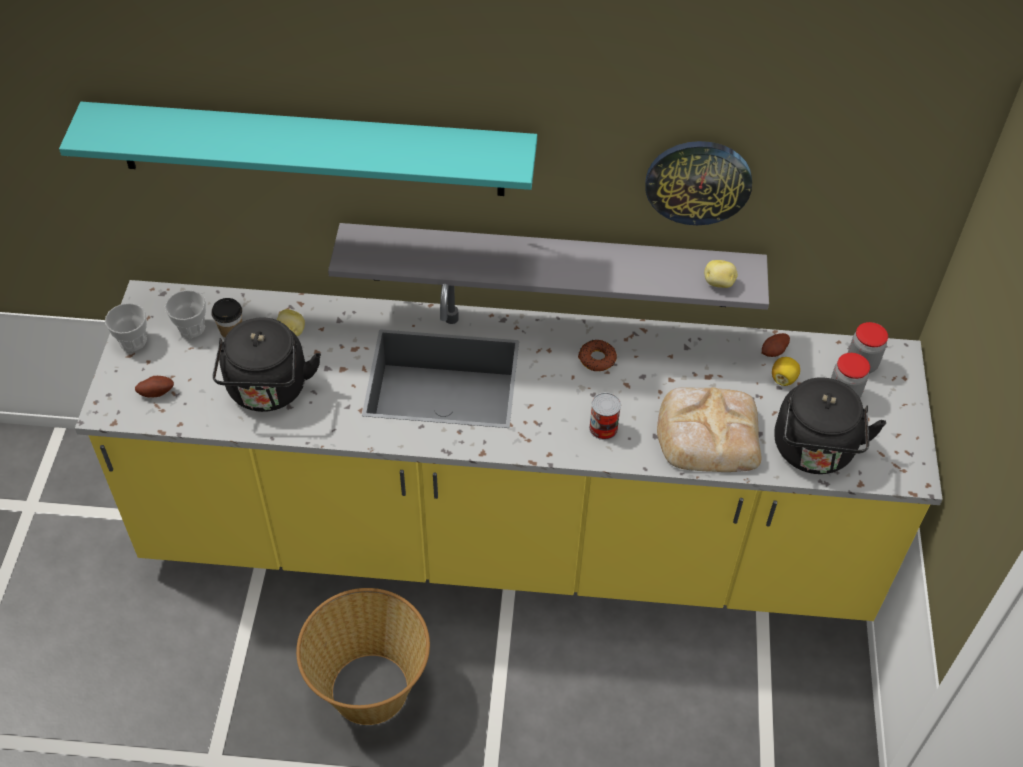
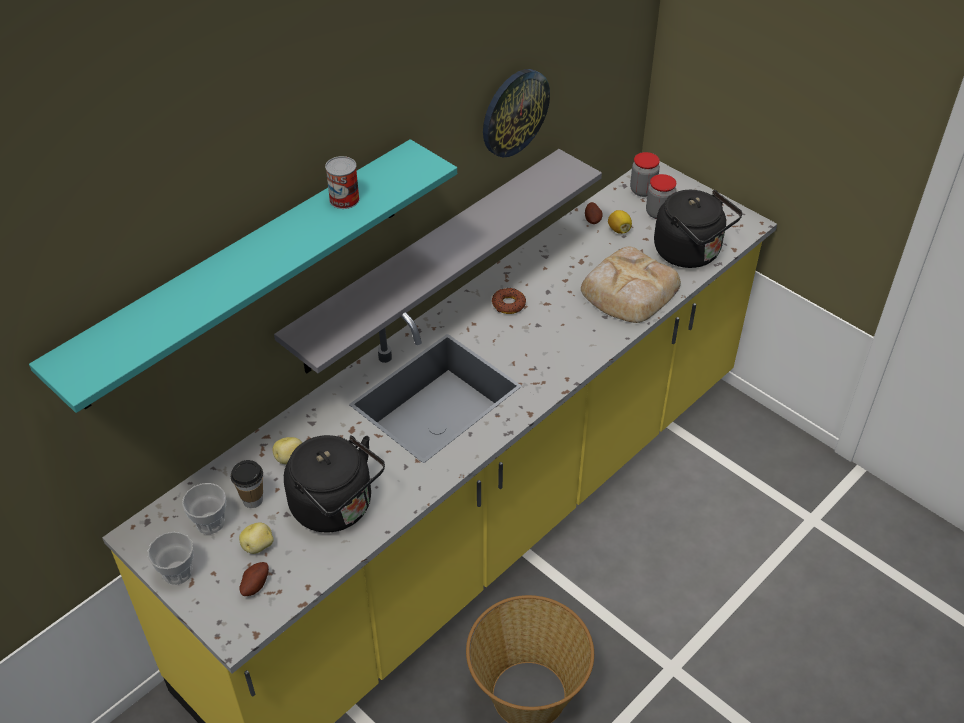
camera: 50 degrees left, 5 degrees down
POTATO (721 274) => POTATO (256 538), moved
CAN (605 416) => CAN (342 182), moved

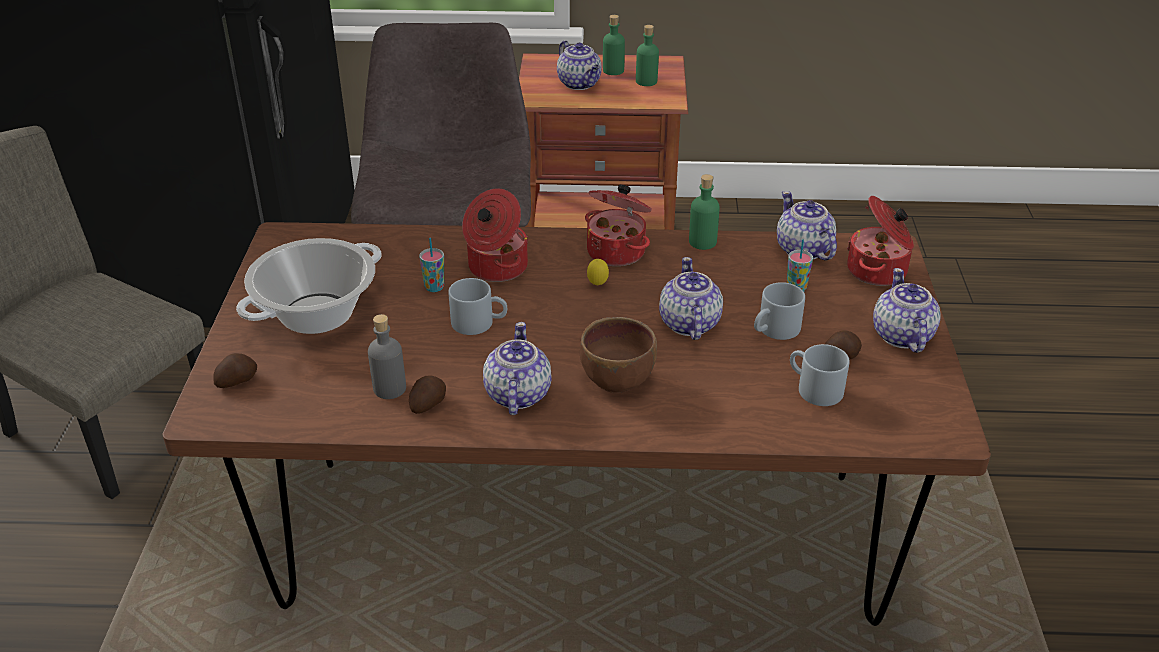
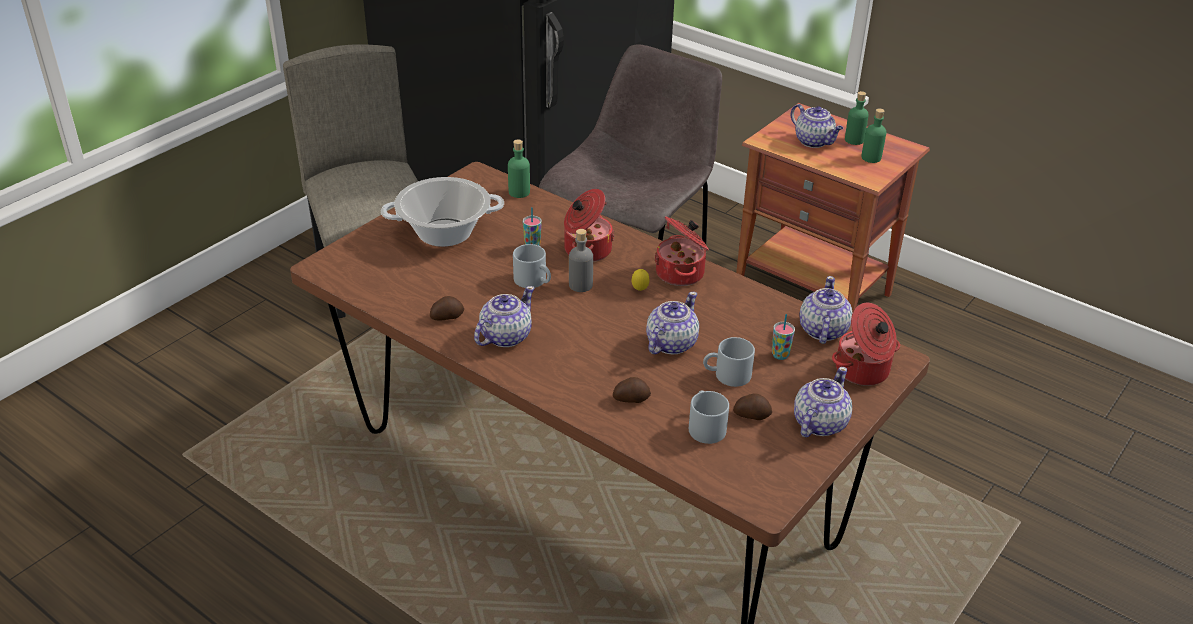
camera: 35 degrees right, 0 degrees up
GREEN BOTTLE (704 212) => GREEN BOTTLE (519 168), moved
GREY BOTTLE (387 356) => GREY BOTTLE (581 260), moved
POTATO (235 370) => POTATO (632 390), moved
TEAPOT (579 65) => TEAPOT (817 126), 45 degrees counterclockwise
BROWN BOWL (618 355) => nothing

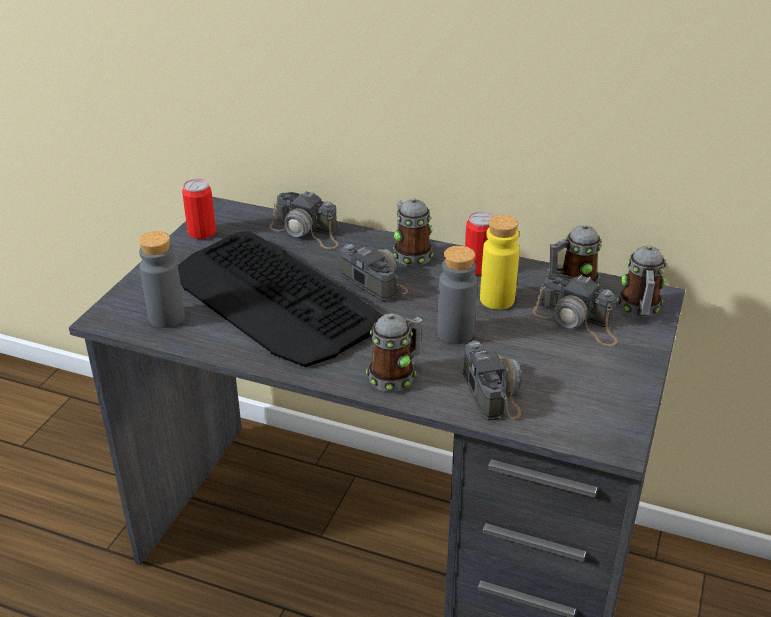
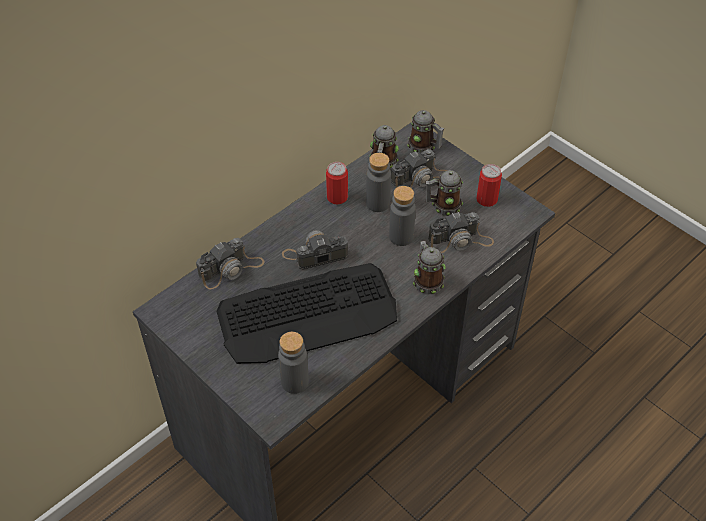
camera: 65 degrees left, 15 degrees up
YELLOW BOTTLE (500 262) => GREY BOTTLE (378 182)
MUG (413 232) => MUG (444 193), moved
PHOTO CAMERA (492 380) => PHOTO CAMERA (461 232), 150 degrees clockwise
CAN (199 209) => CAN (489 185), moved

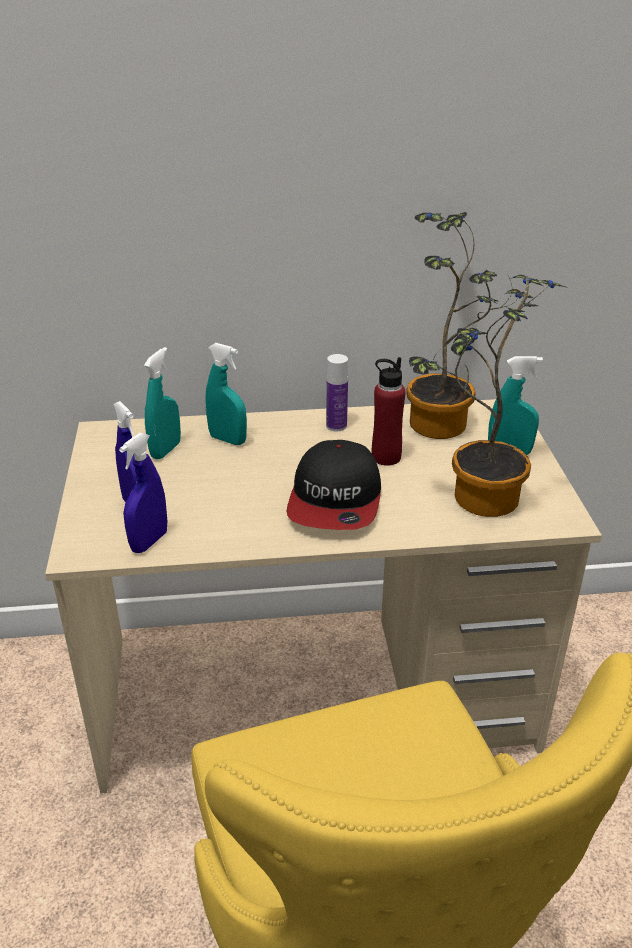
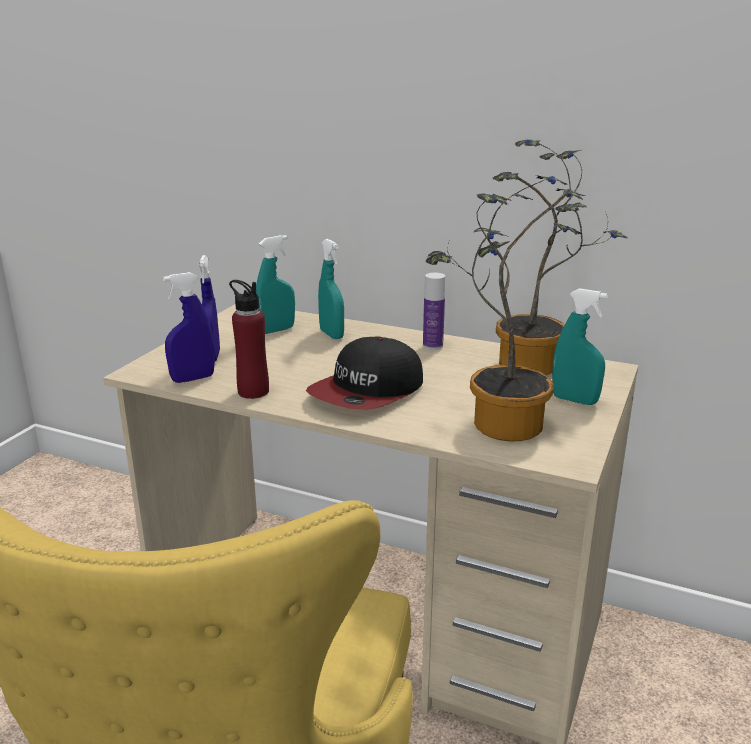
camera: 30 degrees right, 10 degrees down
RED BOTTLE (389 411) => RED BOTTLE (249 339), moved

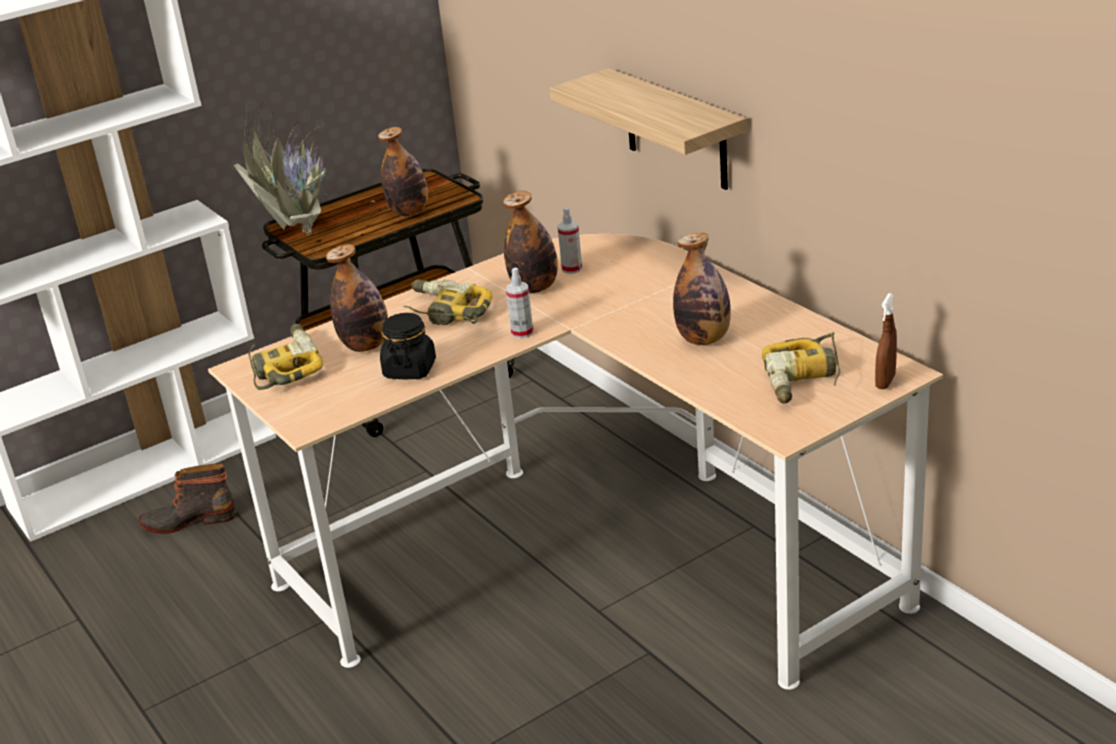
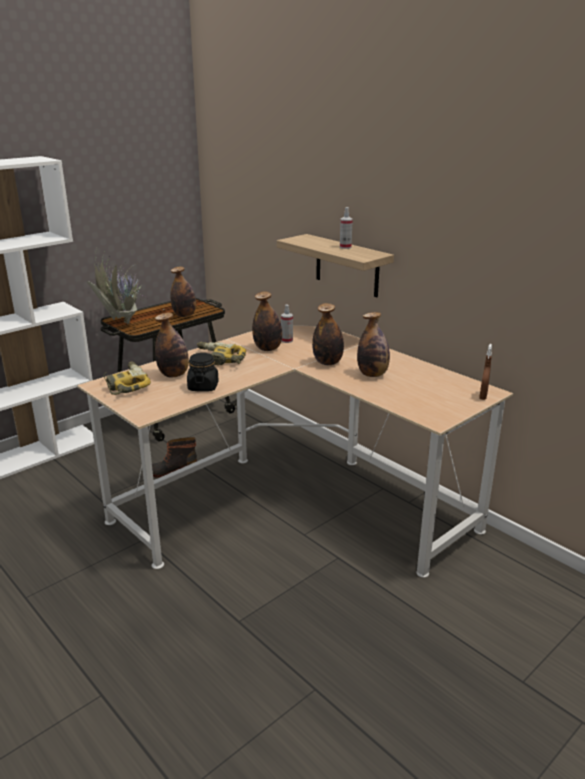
camera: 10 degrees left, 5 degrees down
BOOT (188 499) => BOOT (174 457), moved
nothing => BOTTLE (328 334)
SPRAY BOTTLE (519 303) => SPRAY BOTTLE (346 228), moved
POWER DRILL (801 367) => nothing

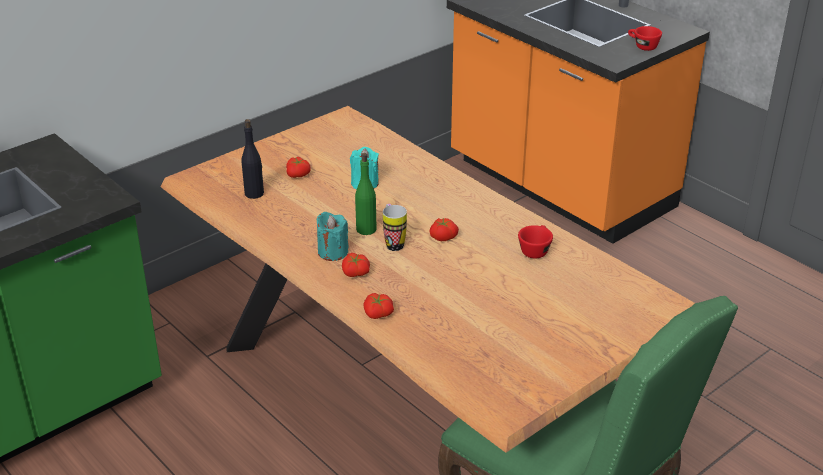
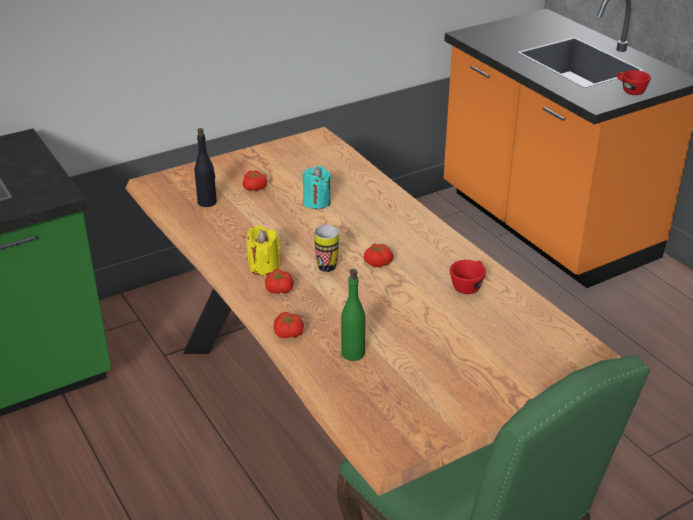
camera: 10 degrees right, 0 degrees up
TURQUOISE CANDLE (332 236) => YELLOW CANDLE (263 250)
GREEN BOTTLE (366 194) => GREEN BOTTLE (353 315), moved

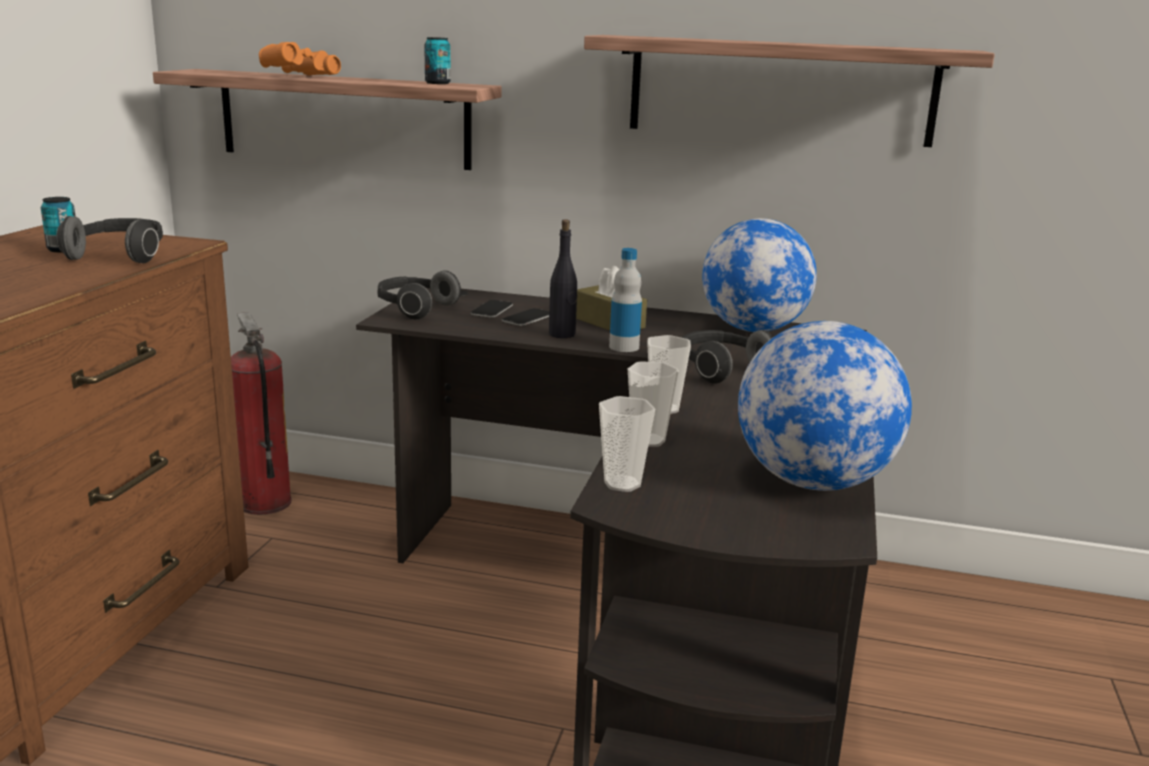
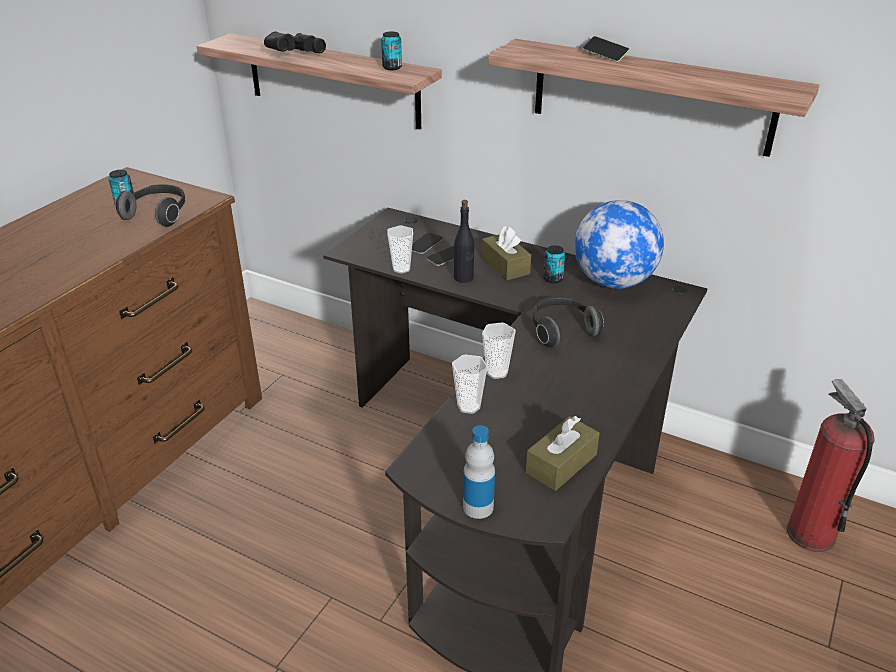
camera: 15 degrees right, 15 degrees up
ORANGE BINOCULARS (300 59) => BLACK BINOCULARS (295 42)
CUP (627 444) => CUP (400 249), moved
BOTTLE (625 300) => BOTTLE (479 472), moved
GLOBE (825 406) => BROWN TISSUE BOX (563 453)
nothing => CAN (554 264)
nothing => PHONE (606 49)
FIRE EXTINGUISHER (261 413) => FIRE EXTINGUISHER (831 465), moved
HEADPHONES (419 294) => nothing

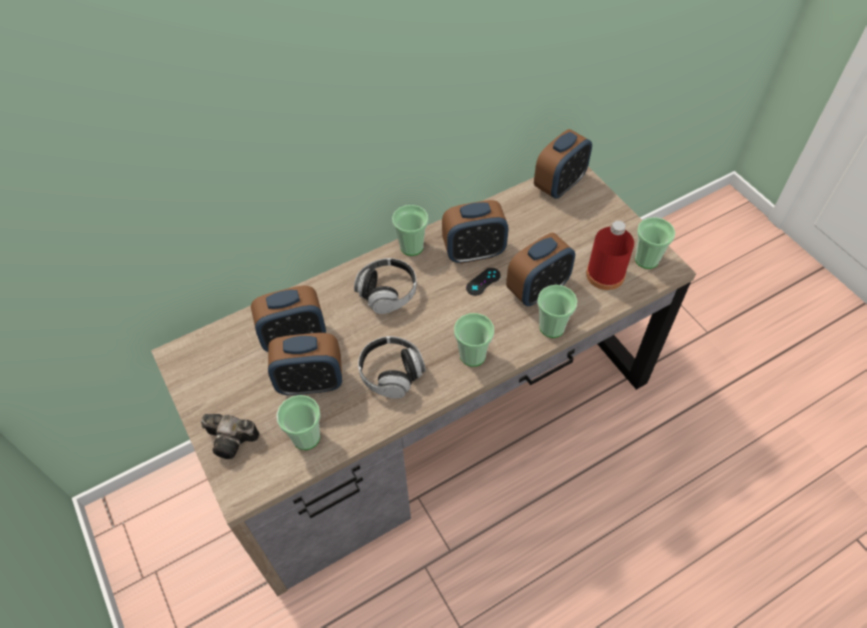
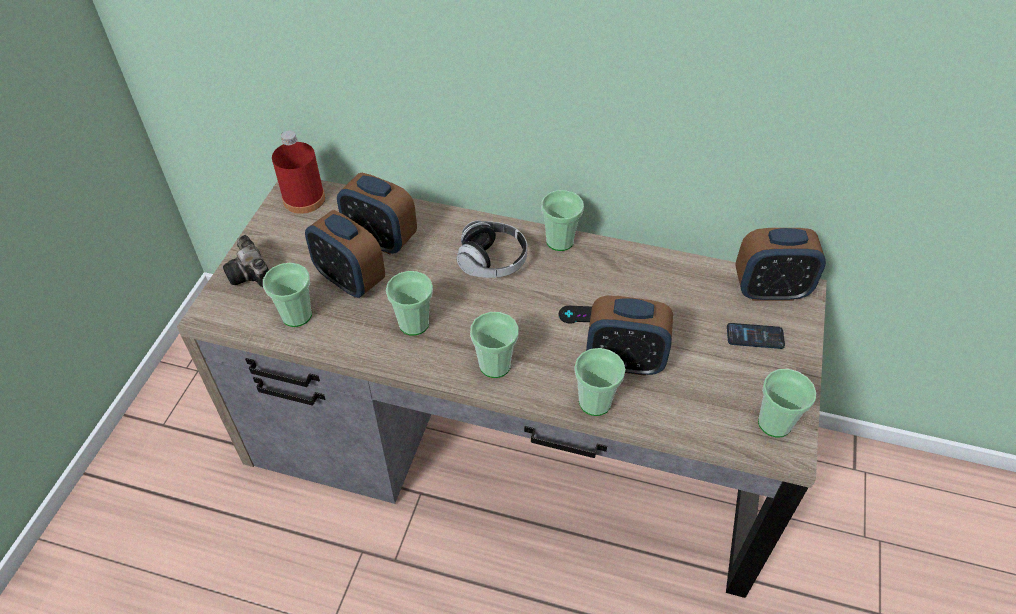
camera: 45 degrees right, 5 degrees down
RED BOTTLE (610 255) => RED BOTTLE (298 172), moved
HEADPHONES (392 367) => CUP (409 303)
nothing => PHONE (756 336)
ALARM CLOCK (475 232) => nothing

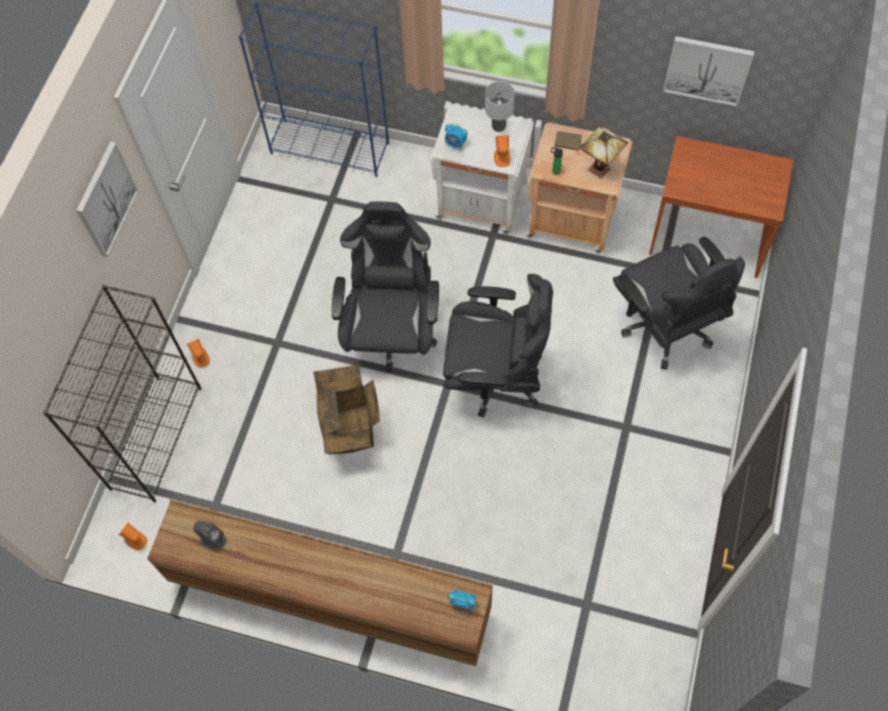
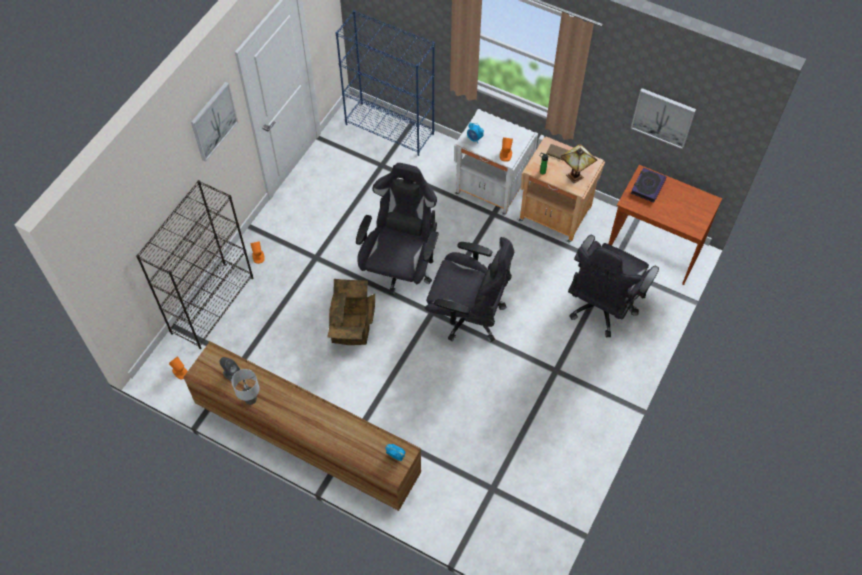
camera: 10 degrees right, 5 degrees down
WHITE TABLE LAMP (500 106) => WHITE TABLE LAMP (245 387), moved
BLACK OFFICE CHAIR (679 303) => BLACK OFFICE CHAIR (613 286), 45 degrees clockwise
nothing => BOOK (648 185)

